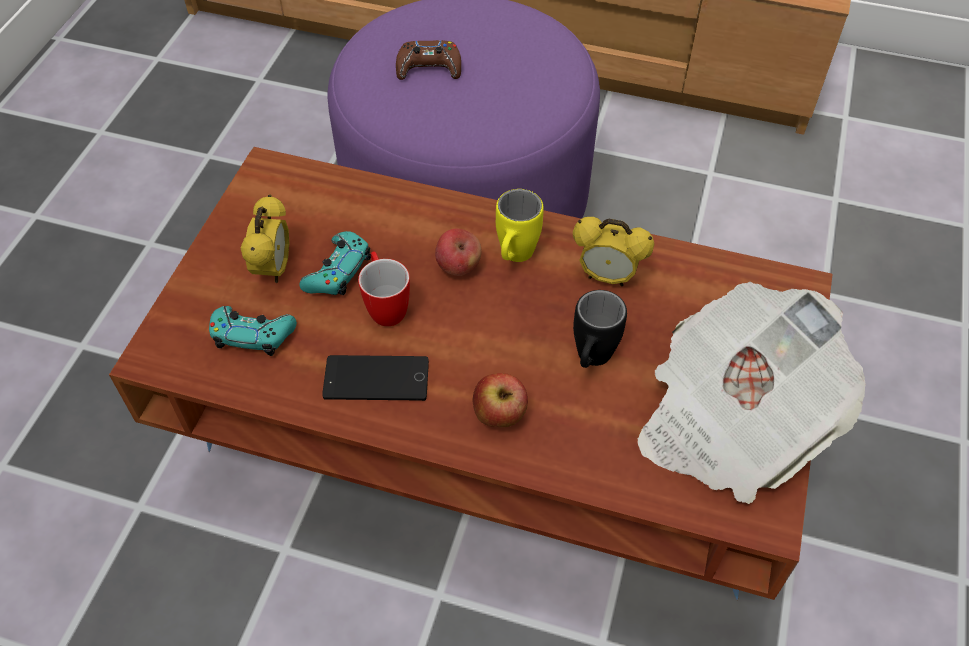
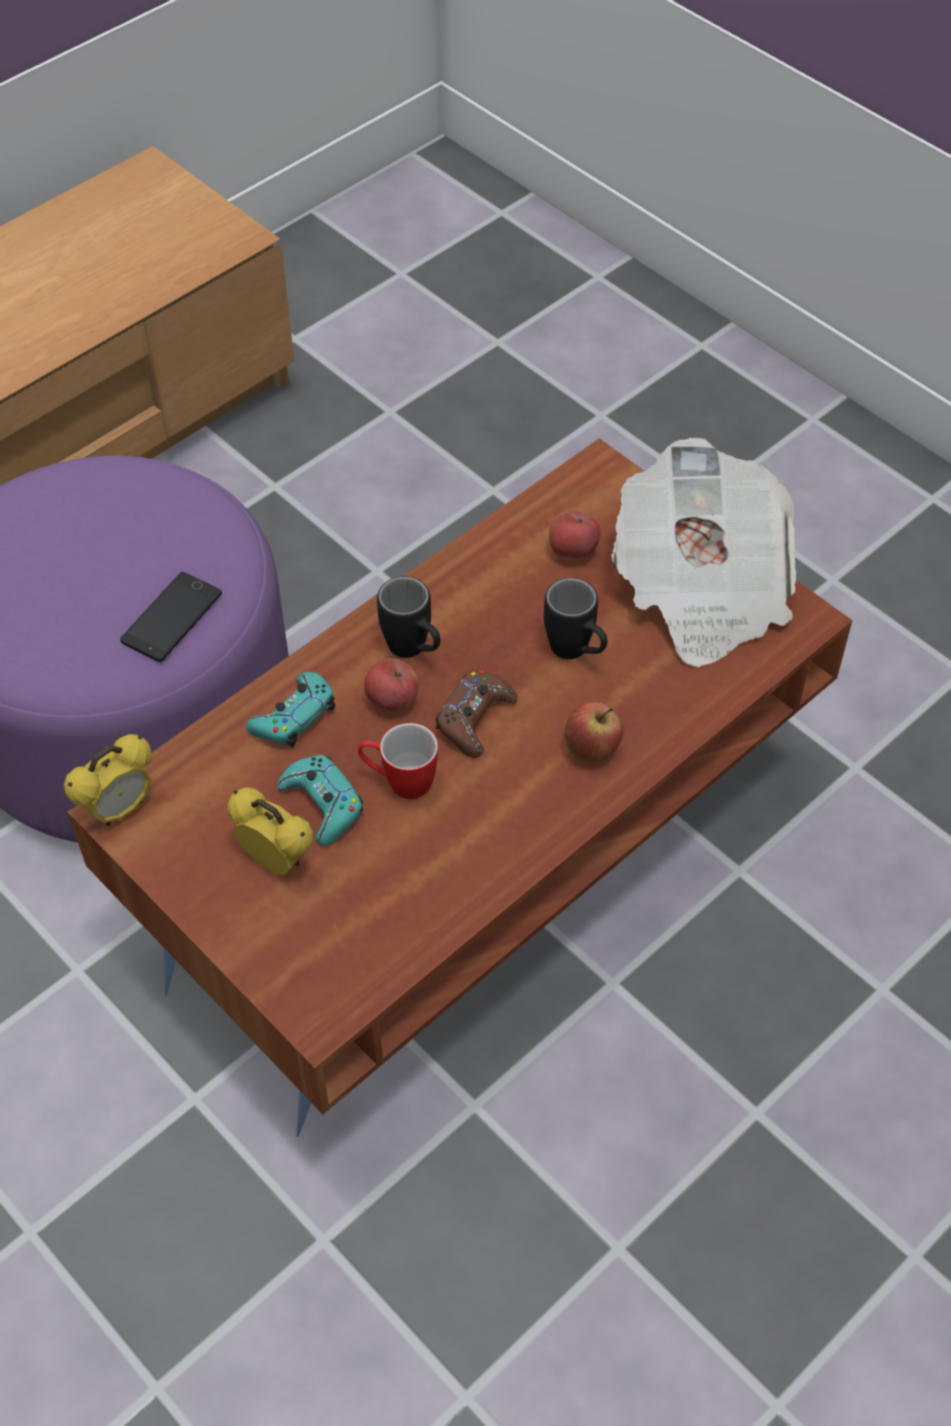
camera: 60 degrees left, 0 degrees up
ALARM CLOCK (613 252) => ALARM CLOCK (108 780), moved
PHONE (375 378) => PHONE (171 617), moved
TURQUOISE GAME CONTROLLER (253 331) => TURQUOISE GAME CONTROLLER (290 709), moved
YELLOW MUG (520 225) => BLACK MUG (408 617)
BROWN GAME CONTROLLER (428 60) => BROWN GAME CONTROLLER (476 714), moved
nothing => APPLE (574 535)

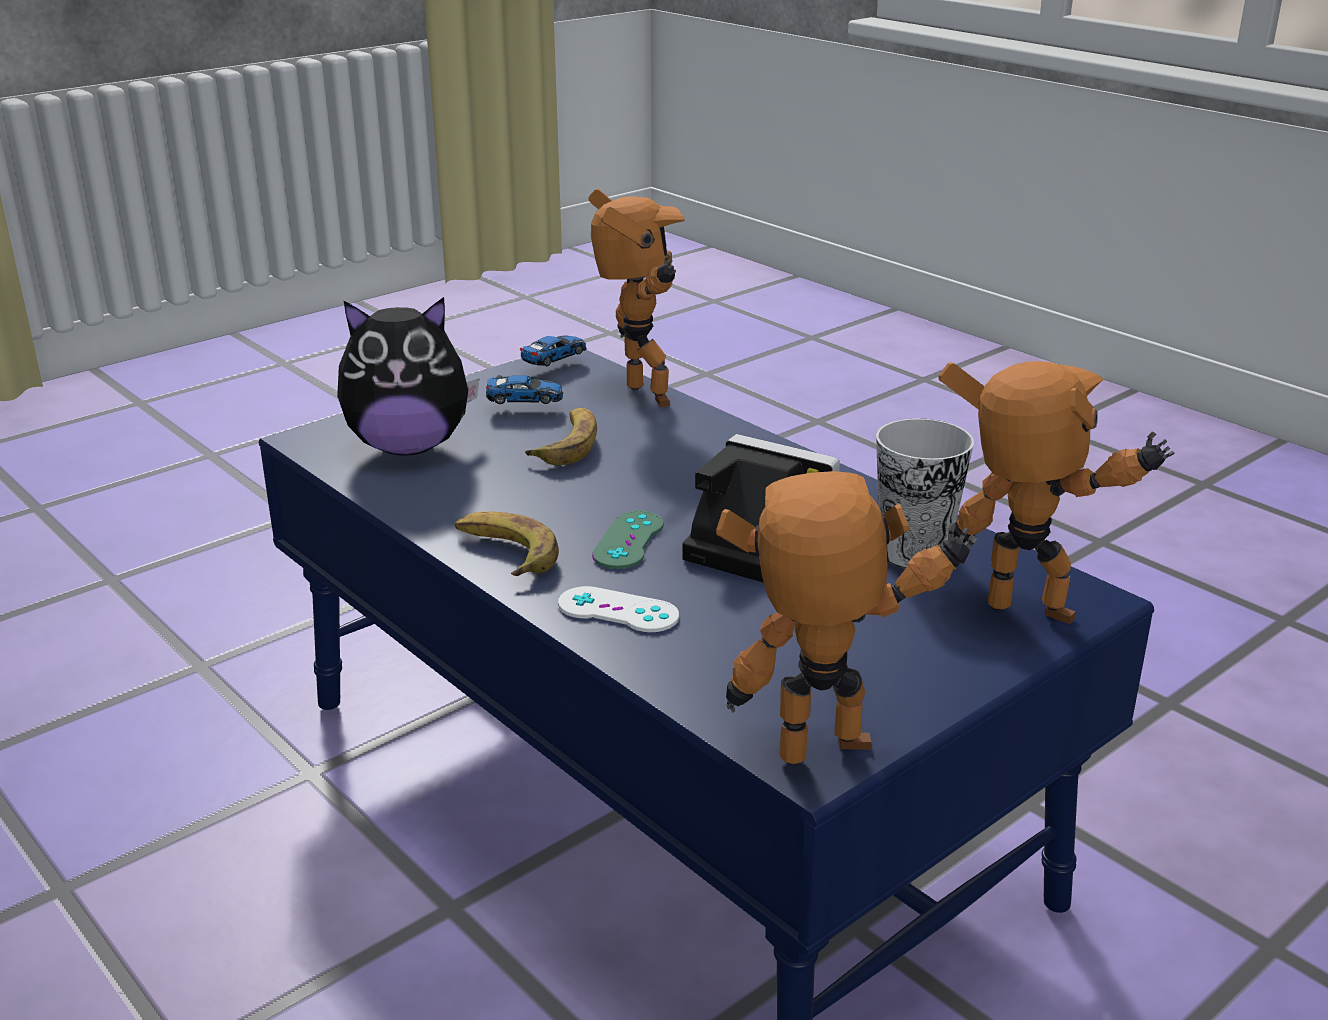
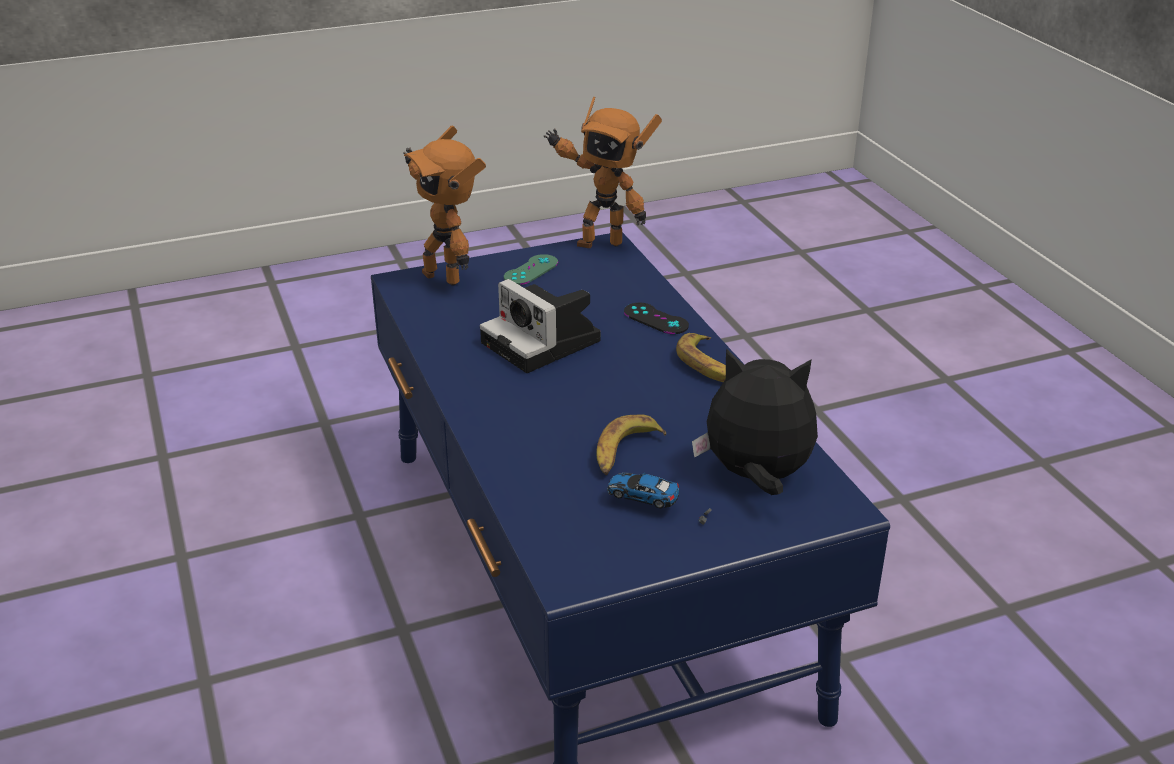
camera: 160 degrees left, 5 degrees up
GREEN GAME CONTROLLER (628 540) => GREEN GAME CONTROLLER (531 269), moved
WHITE GAME CONTROLLER (618 609) => BLACK GAME CONTROLLER (656 318)
TOY CAR (541 357) => nothing
TOY ROBOT (636 298) => nothing
CUP (925 493) => nothing

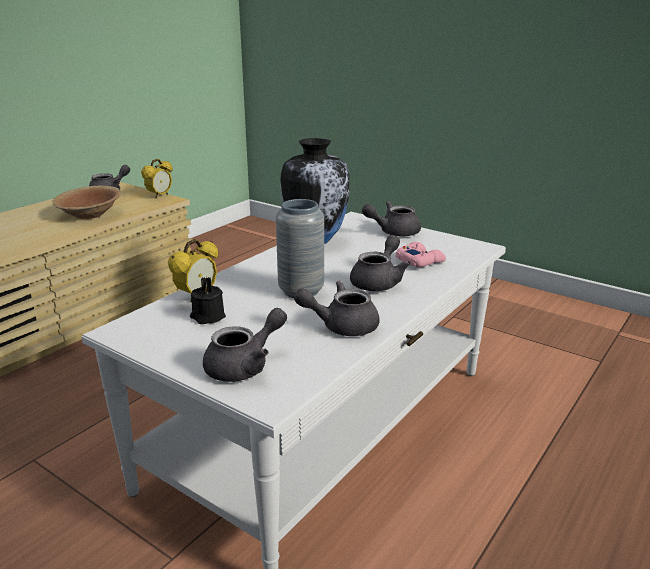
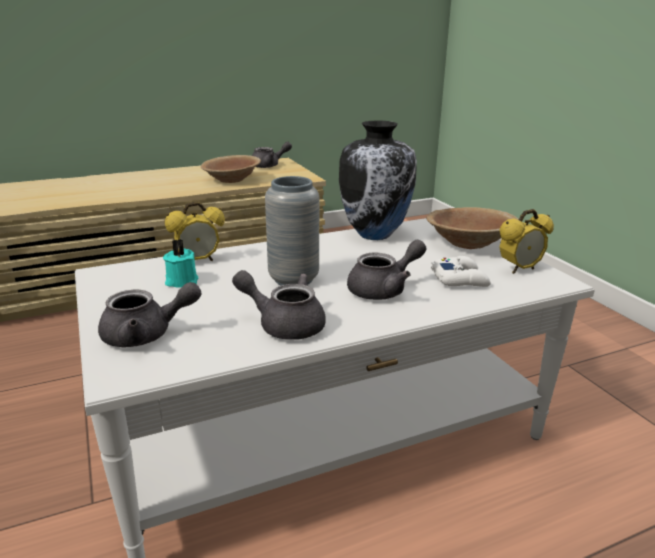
camera: 30 degrees right, 0 degrees up
BLACK CANDLE (208 300) => TURQUOISE CANDLE (181 263)
GREY TEAPOT (391 219) => BROWN BOWL (472 228)
PINK GAME CONTROLLER (421 254) => WHITE GAME CONTROLLER (461 271)
ALARM CLOCK (157 178) => ALARM CLOCK (526 241), moved

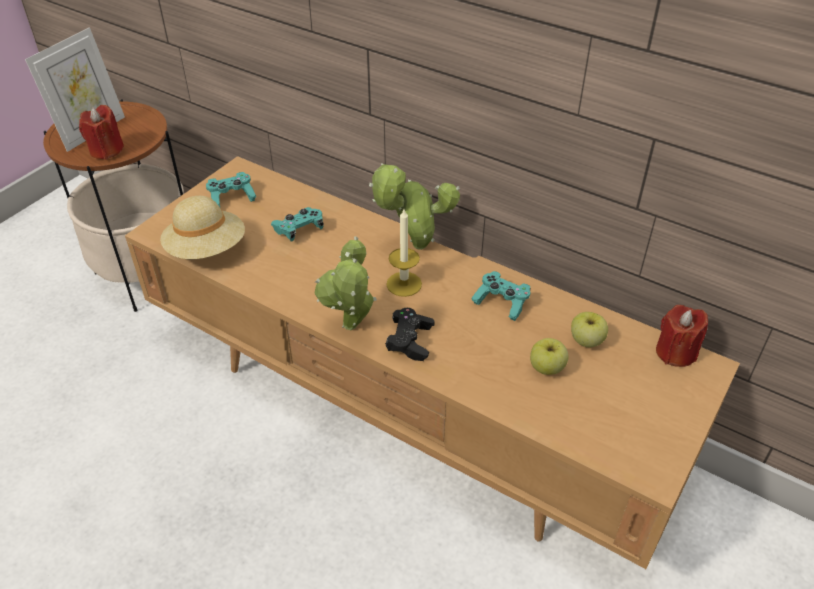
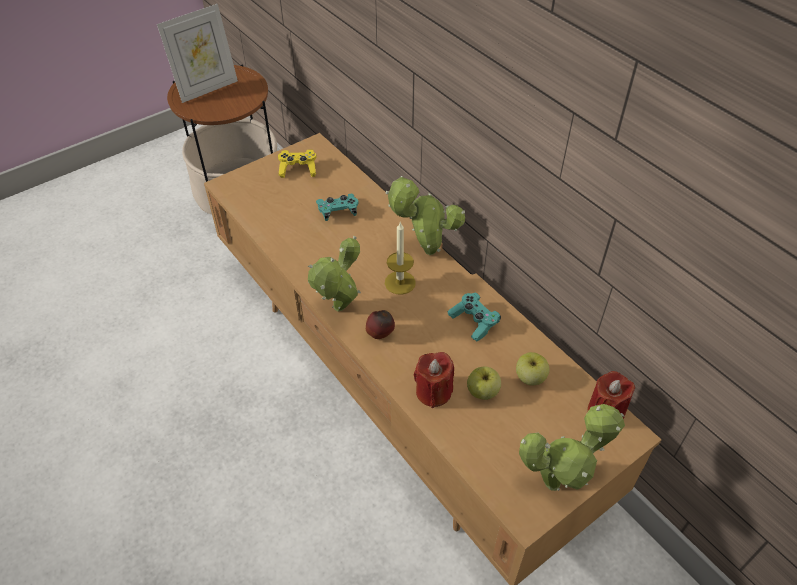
camera: 20 degrees right, 5 degrees up
TURQUOISE GAME CONTROLLER (231 189) => YELLOW GAME CONTROLLER (297 163)
BLACK GAME CONTROLLER (410 334) => APPLE (380 324)
RED CANDLE (101 132) => RED CANDLE (434 380), moved
nothing => POTTED PLANT (572 447)
BEIGE HAT (202 227) => nothing

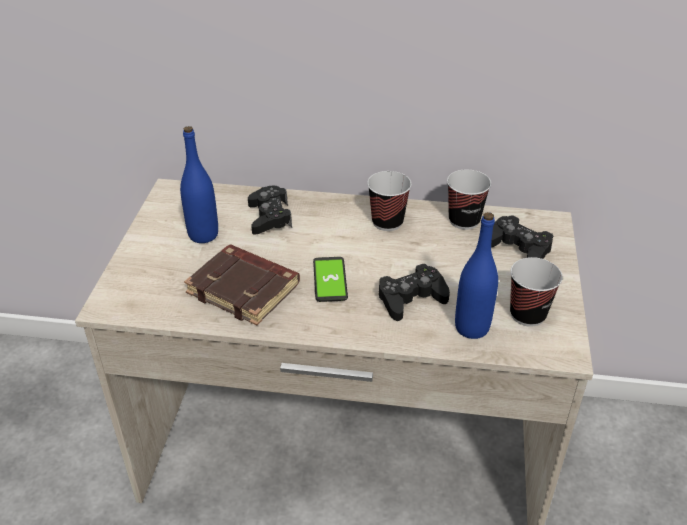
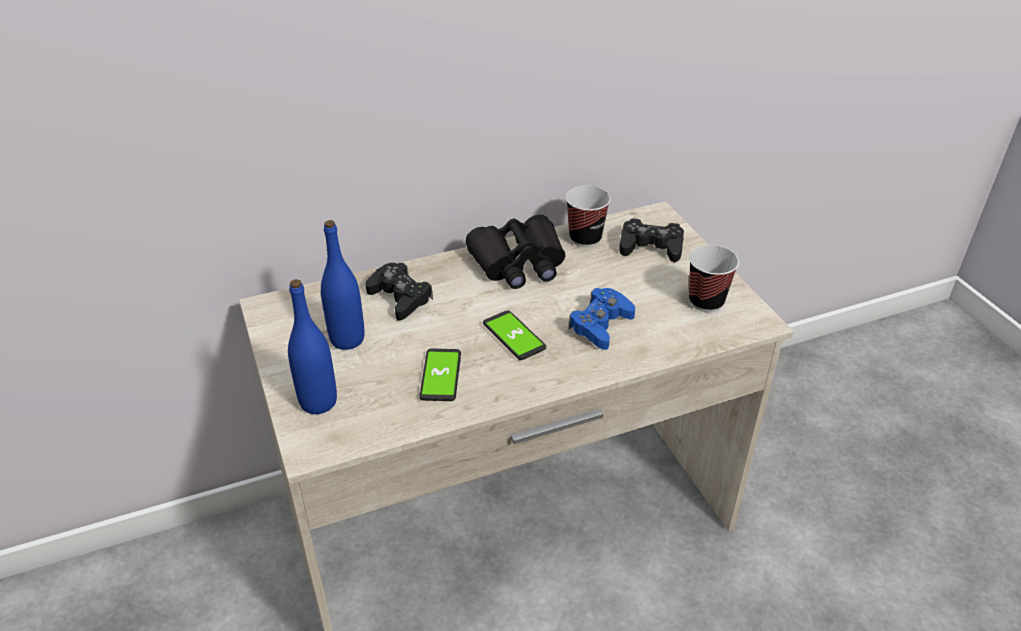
camera: 30 degrees left, 0 degrees up
BLUE BOTTLE (476 275) => BLUE BOTTLE (312 346), moved
BROWN BOOK (242 285) => PHONE (440 375)
CUP (389 201) => BLACK BINOCULARS (515 251)
BLACK GAME CONTROLLER (414 292) => BLUE GAME CONTROLLER (601 319)

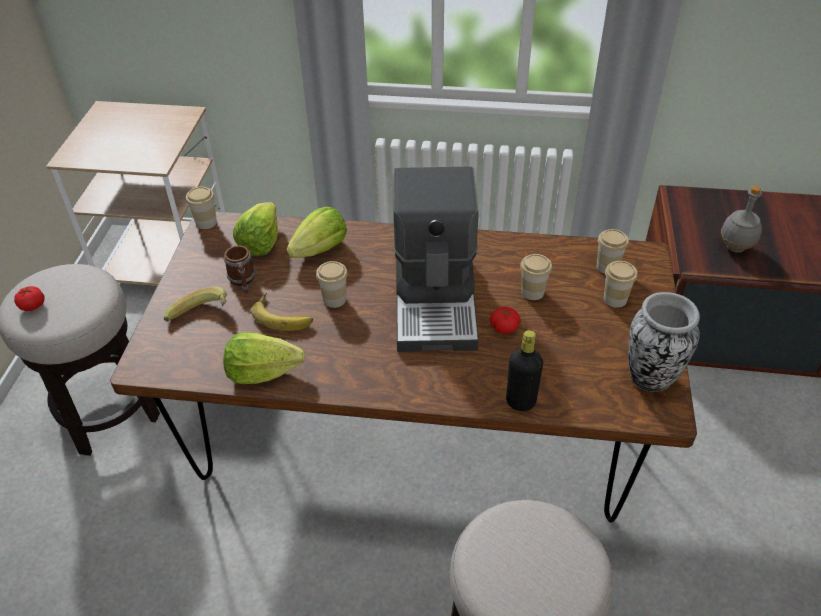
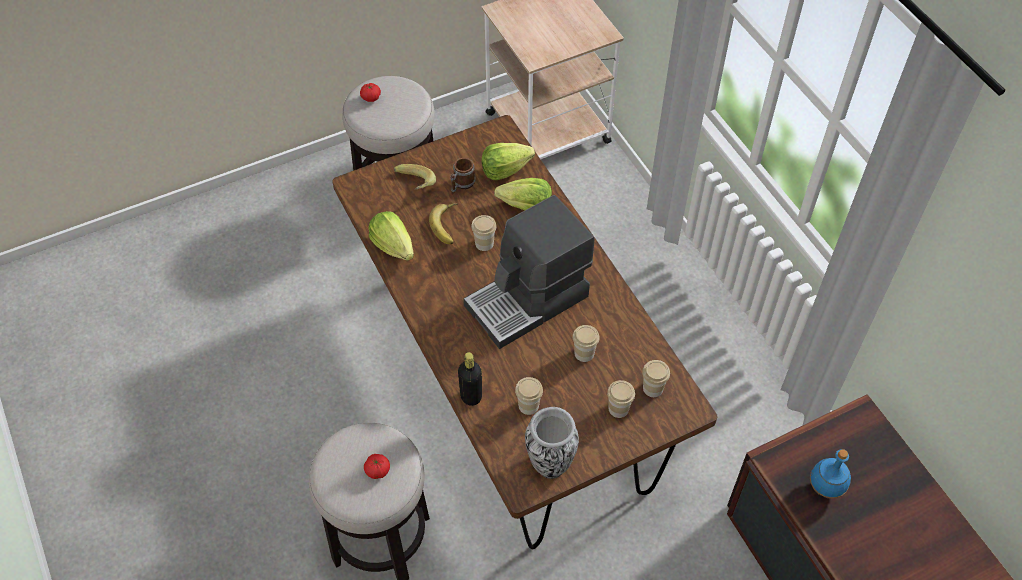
camera: 55 degrees right, 10 degrees up
TOMATO (505 320) => TOMATO (377 466), moved
CUP (201 208) => CUP (529 396), moved
GREY BOTTLE (741 219) => BLUE BOTTLE (830 474)

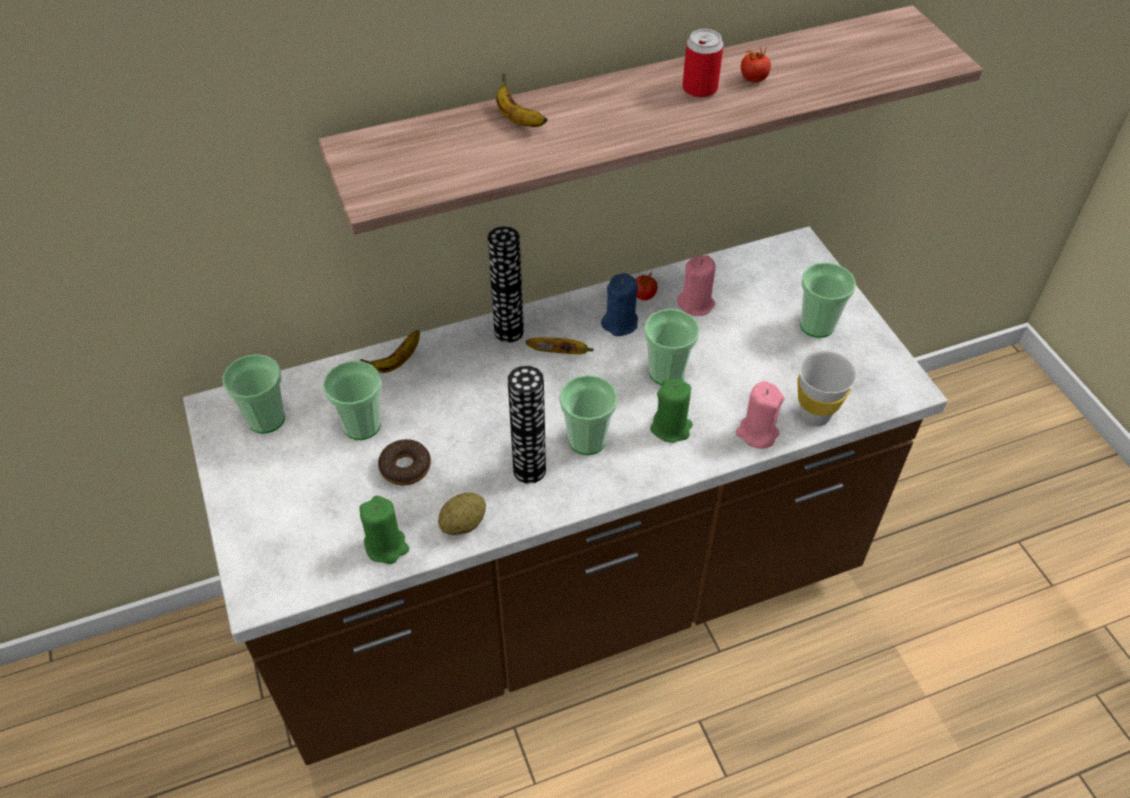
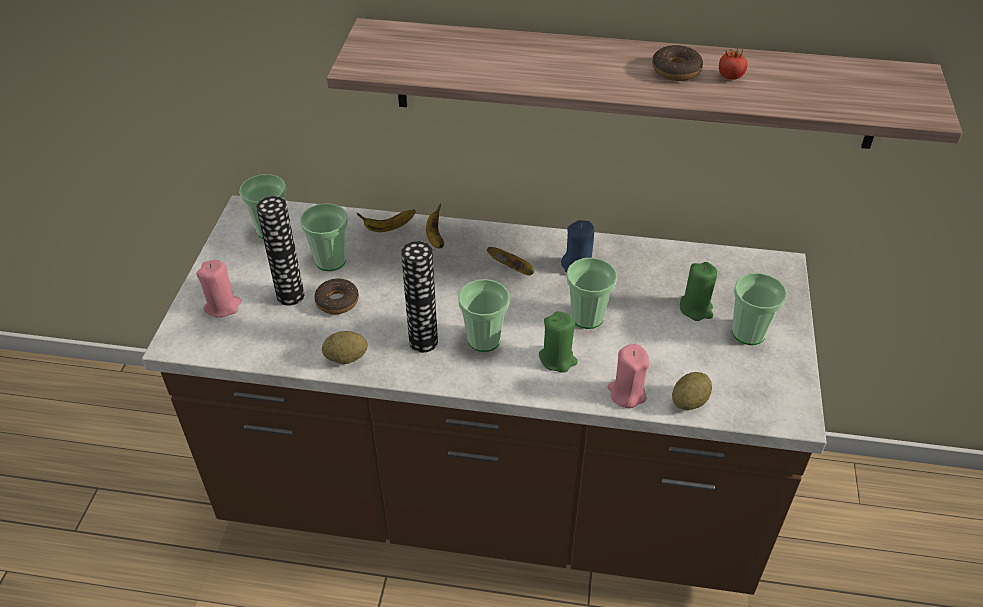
camera: 30 degrees right, 5 degrees down
PINK CANDLE (696 285) => PINK CANDLE (219 289), moved
VASE (505 284) => VASE (280 251), moved
BANANA (522 100) => BANANA (435 226), moved
CAN (702 63) => DONUT (677 63)
WHITE CUP (827 388) => POTATO (692 391)
GREEN CANDLE (384 530) => GREEN CANDLE (698 291), moved
TOMATO (646 285) => nothing

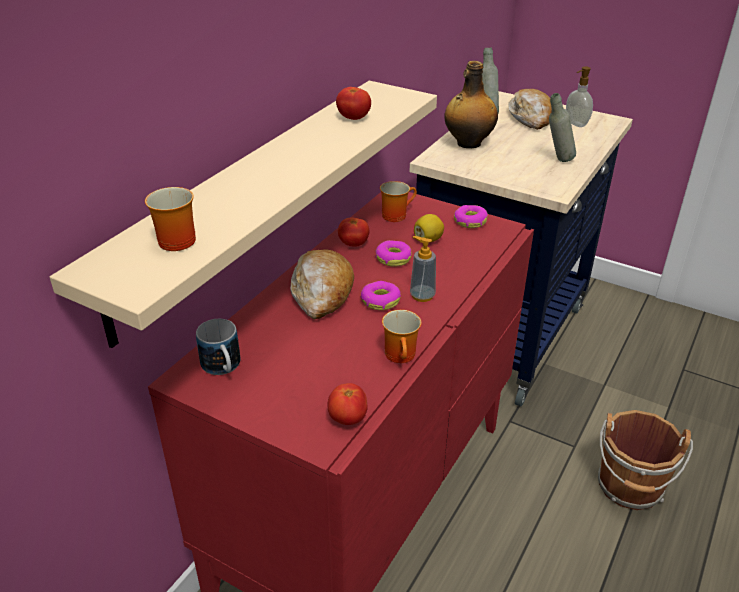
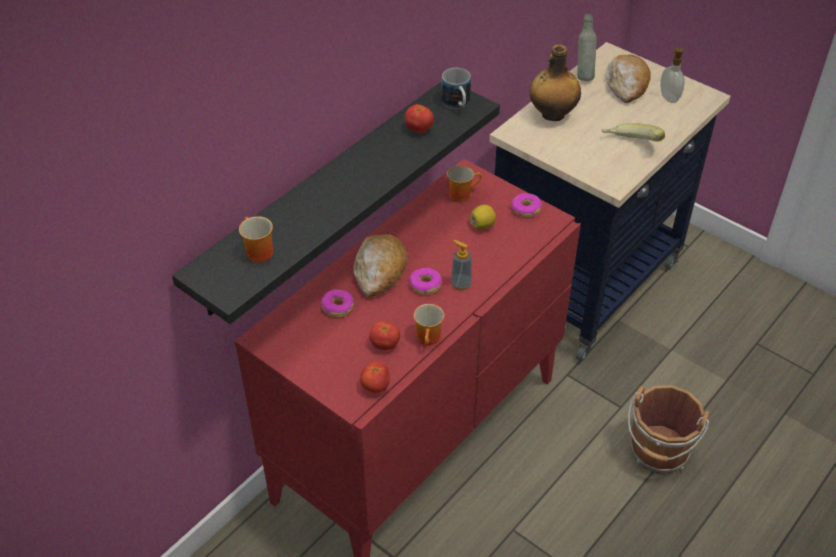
camera: 10 degrees right, 10 degrees up
BEIGE SHELF (243 214) => BLACK SHELF (336 203)
DONUT (394 253) => DONUT (337 303), moved
TOMATO (353 232) => TOMATO (384 335), moved
MUG (218 347) => MUG (456 88), moved
GREY BOTTLE (562 127) => BANANA (633 132)

